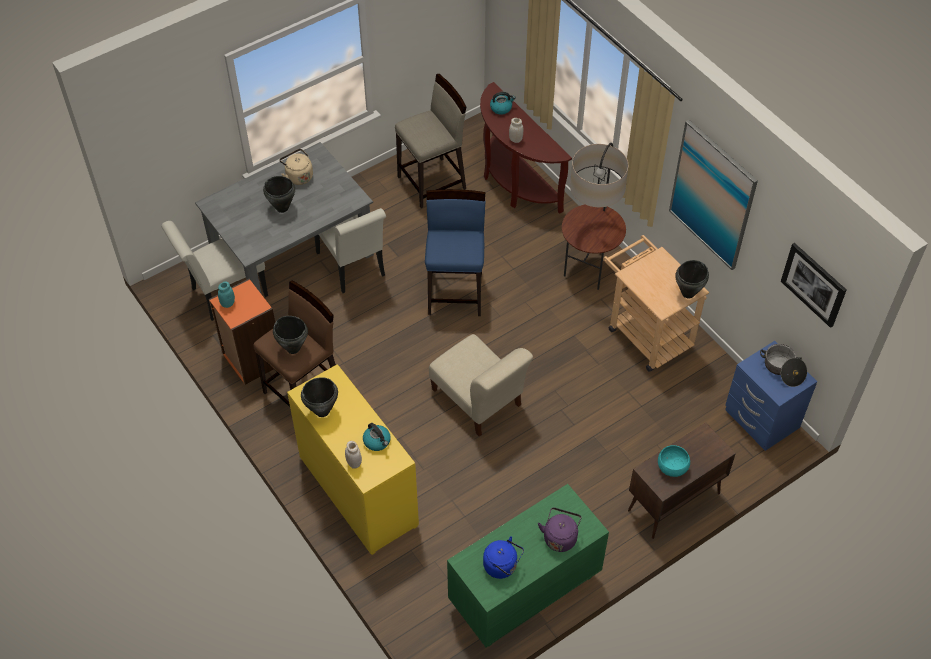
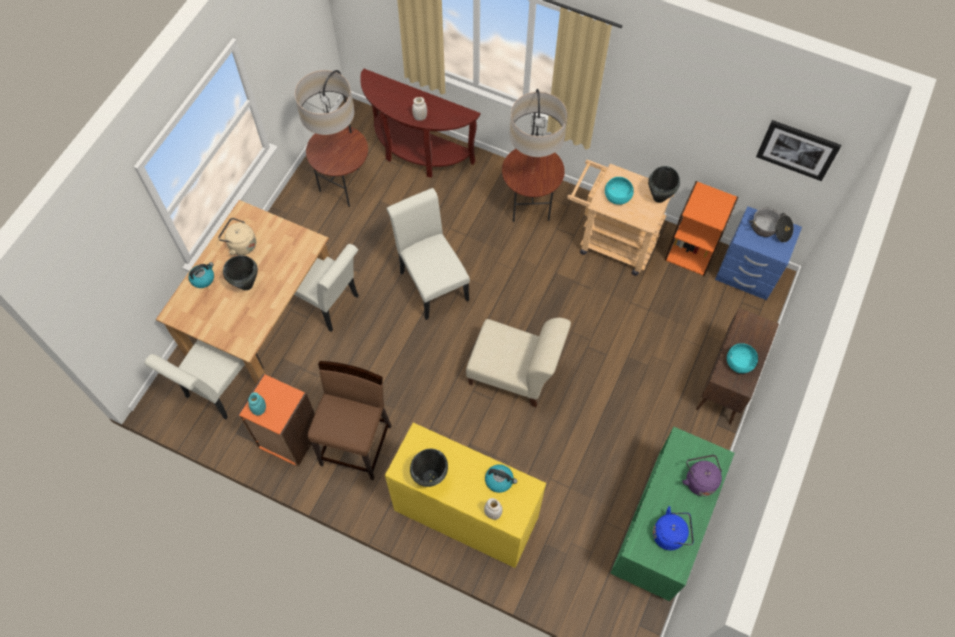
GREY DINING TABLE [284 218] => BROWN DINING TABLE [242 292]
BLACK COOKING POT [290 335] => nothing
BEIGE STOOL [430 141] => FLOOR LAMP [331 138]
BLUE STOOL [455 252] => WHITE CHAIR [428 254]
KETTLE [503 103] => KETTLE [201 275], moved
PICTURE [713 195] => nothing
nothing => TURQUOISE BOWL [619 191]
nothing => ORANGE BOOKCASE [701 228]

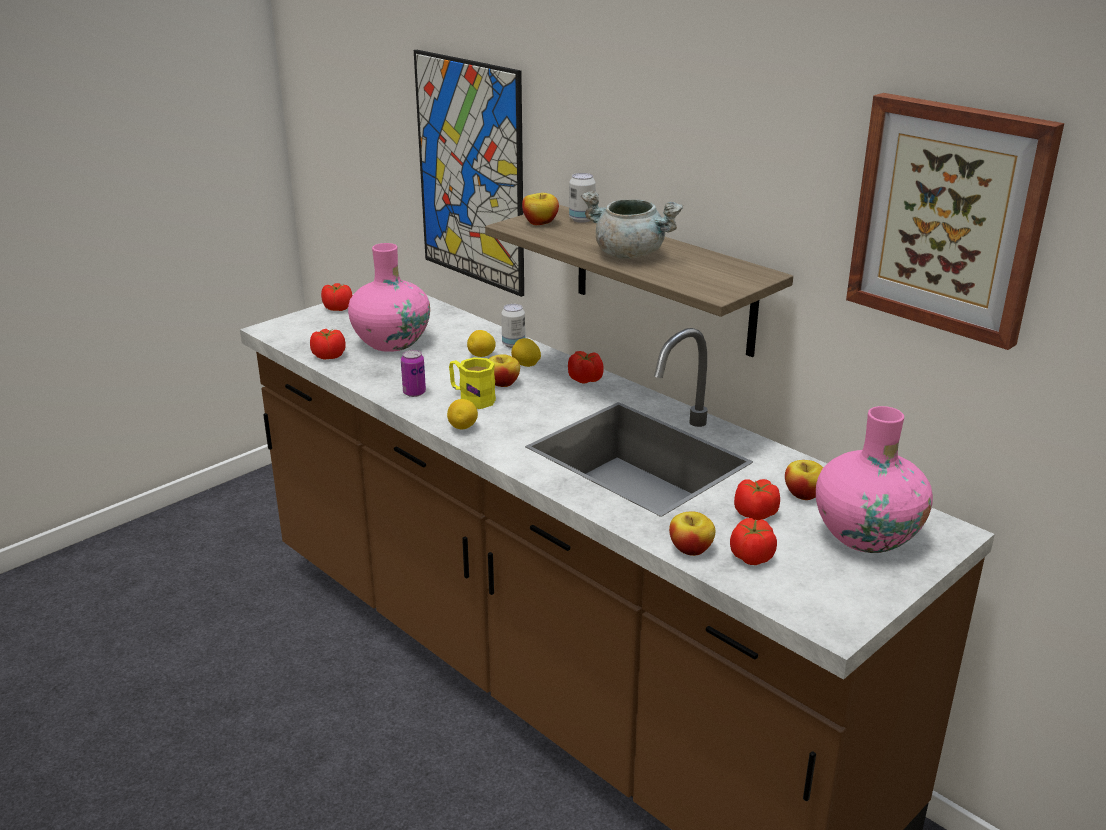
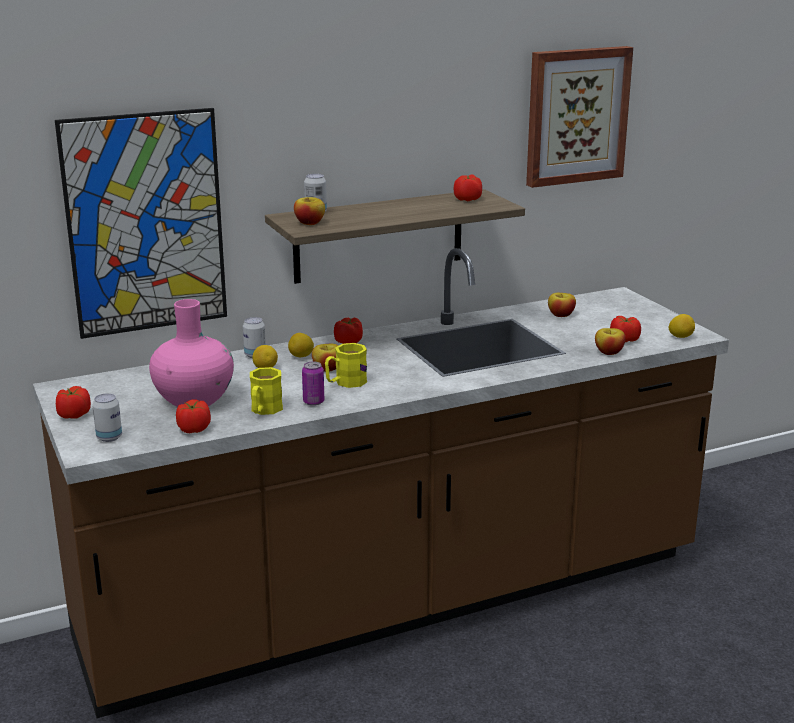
LEMON [462 414] => LEMON [681 326], moved
GREY COOKING POT [632 225] => nothing
TOMATO [757 499] => TOMATO [468 188], moved
PINK VASE [874 479] => nothing
nothing => CAN [107 417]
nothing => YELLOW MUG [266 391]

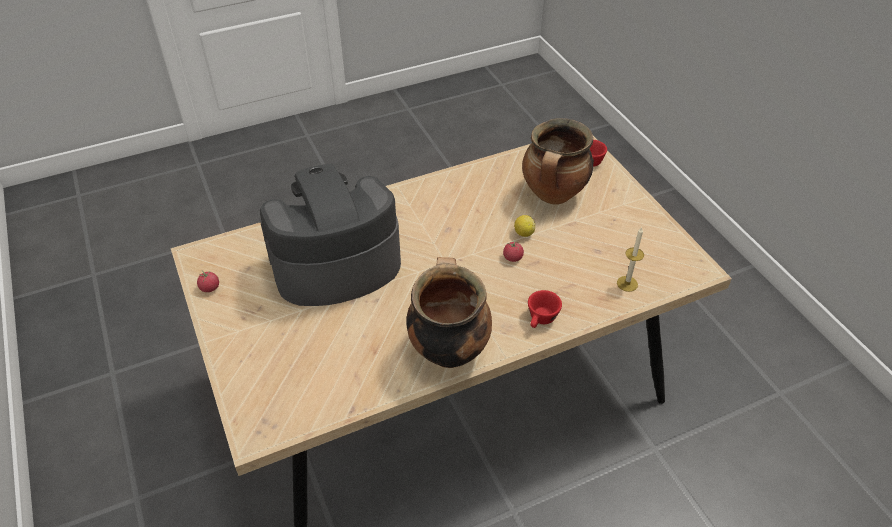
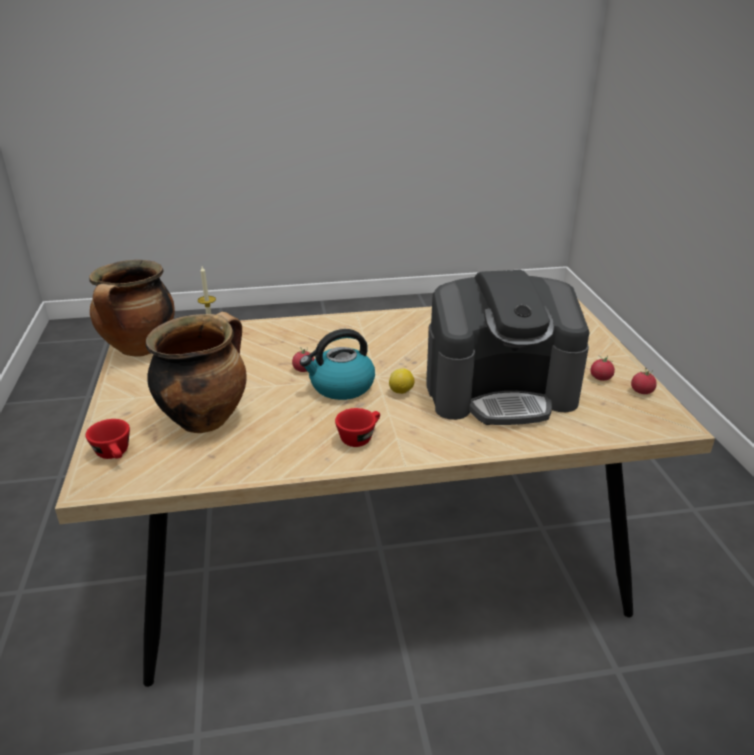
COOKING POT [449 312] => COOKING POT [132 308], moved
LEMON [524 226] => LEMON [402 381], moved
RED CUP [545 309] => RED CUP [357 427], moved
nothing => KETTLE [337 364]
nothing => TOMATO [602 368]

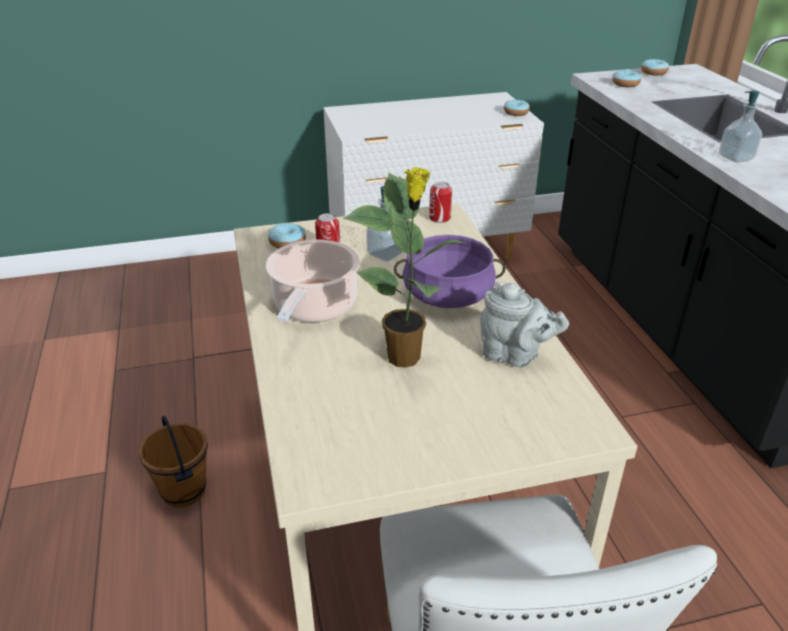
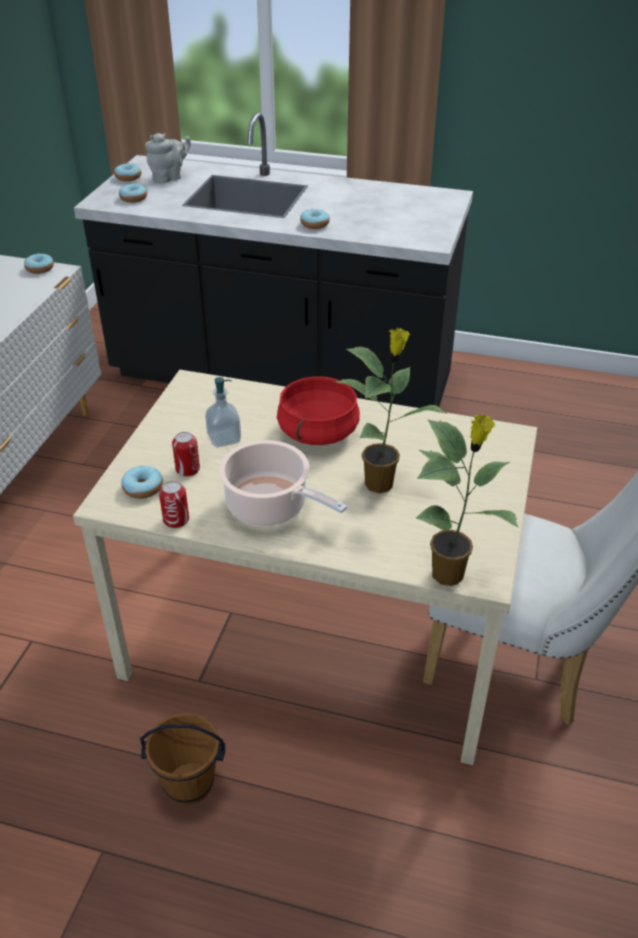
PURPLE COOKING POT [450 271] => RED COOKING POT [318 410]
CAN [440 202] => CAN [174 504], moved
GREY TEAPOT [524 324] => GREY TEAPOT [168 158], moved
SOAP DISPENSER [740 126] => DONUT [315 219]
nothing => POTTED PLANT [467 500]

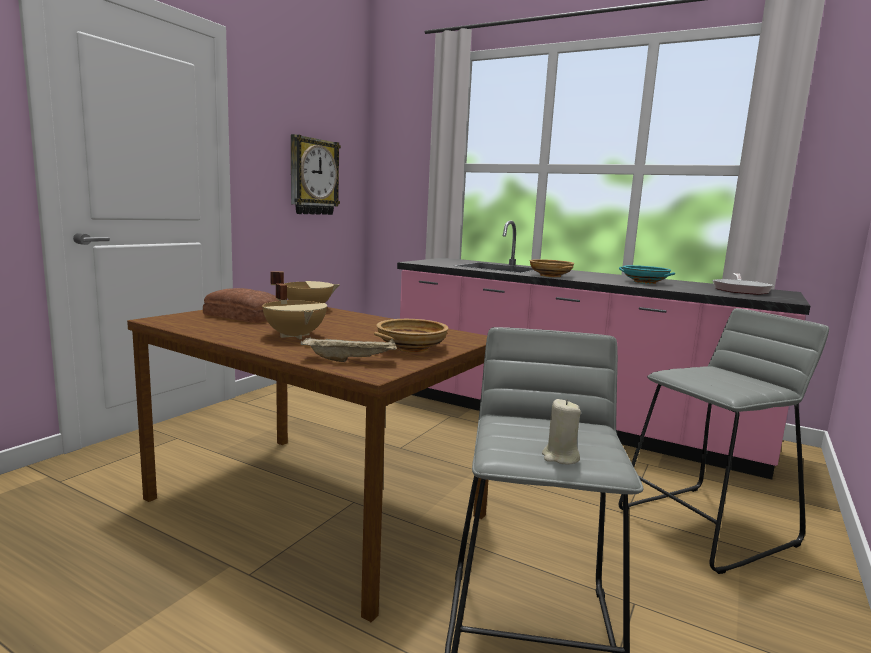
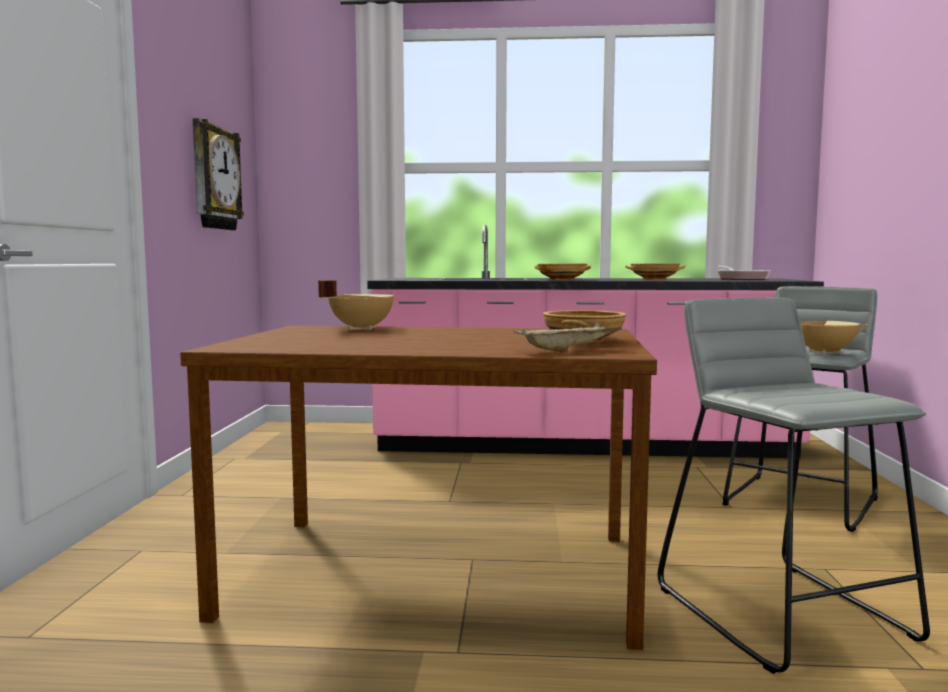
BREAD [241 305] => nothing
BEIGE COOKING POT [294 311] => BEIGE COOKING POT [832 330], moved
BEIGE CANDLE [561 431] => nothing
TURQUOISE BOWL [647 274] => BEIGE BOWL [655 271]

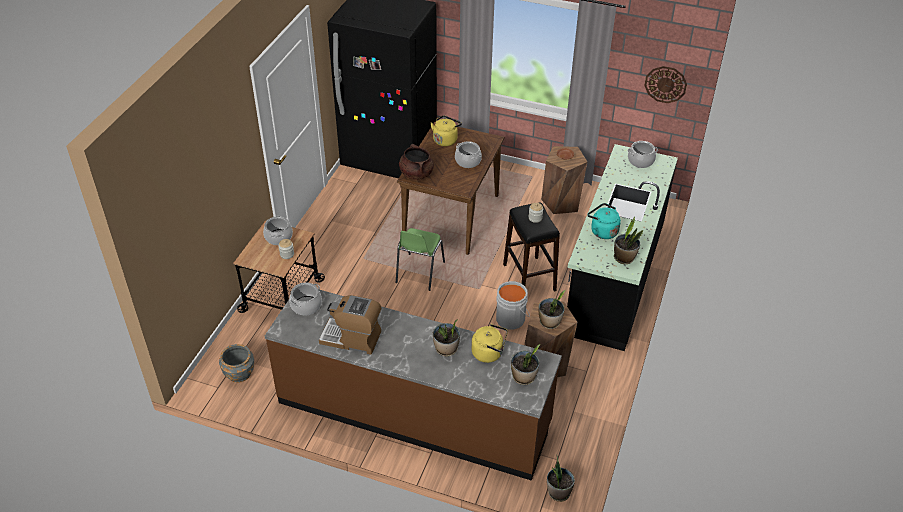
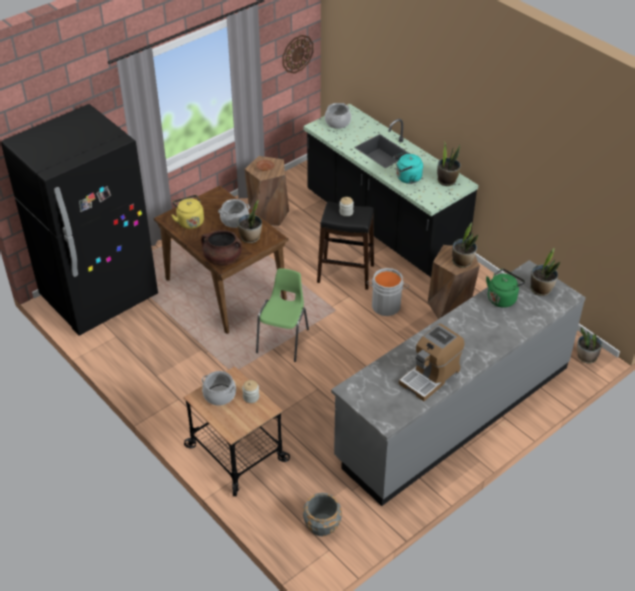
BROWN COUNTER [413 385] => GREY COUNTER [458 383]
COOKING POT [305 298] => nothing
GREEN CHAIR [420 259] => GREEN CHAIR [282 315], 120 degrees counterclockwise
POTTED PLANT [446 338] => POTTED PLANT [249 221], moved
YELLOW KETTLE [489 343] => GREEN KETTLE [505 288]

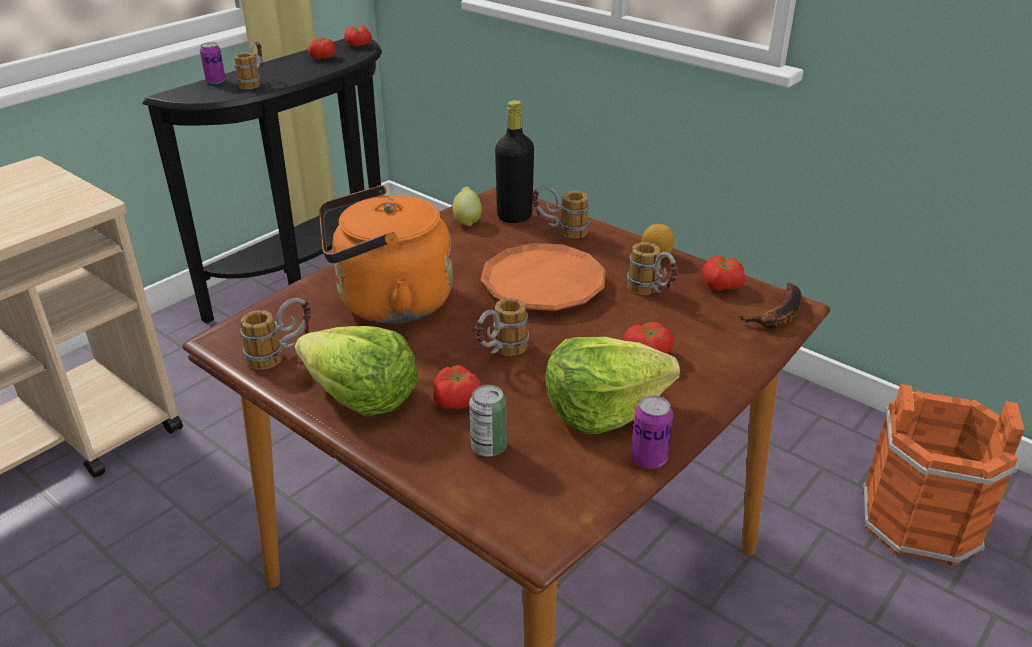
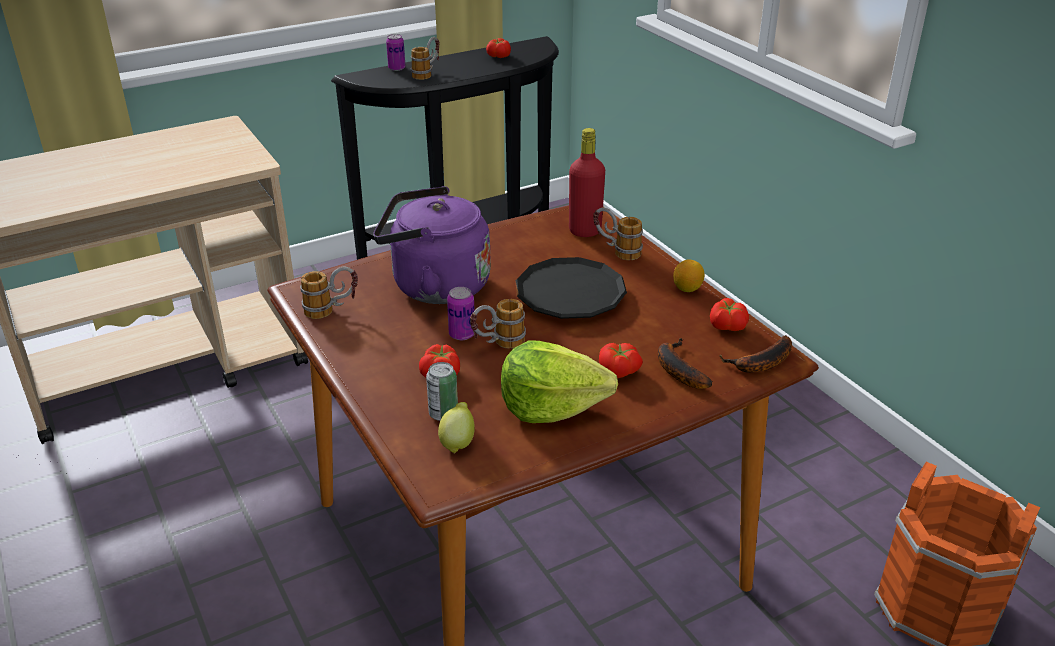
LETTUCE [356 371] => nothing
ORANGE KETTLE [386 254] => PURPLE KETTLE [432 245]
TOMATO [358 36] => nothing
LEMON [467 207] => LEMON [456 428], moved
ORANGE PLATE [543 277] => BLACK PLATE [571 288]
BLACK BOTTLE [514 161] => RED BOTTLE [587 182]
MUG [652 268] => nothing
CAN [652 432] => CAN [460 313], moved
nothing => BANANA [685 363]

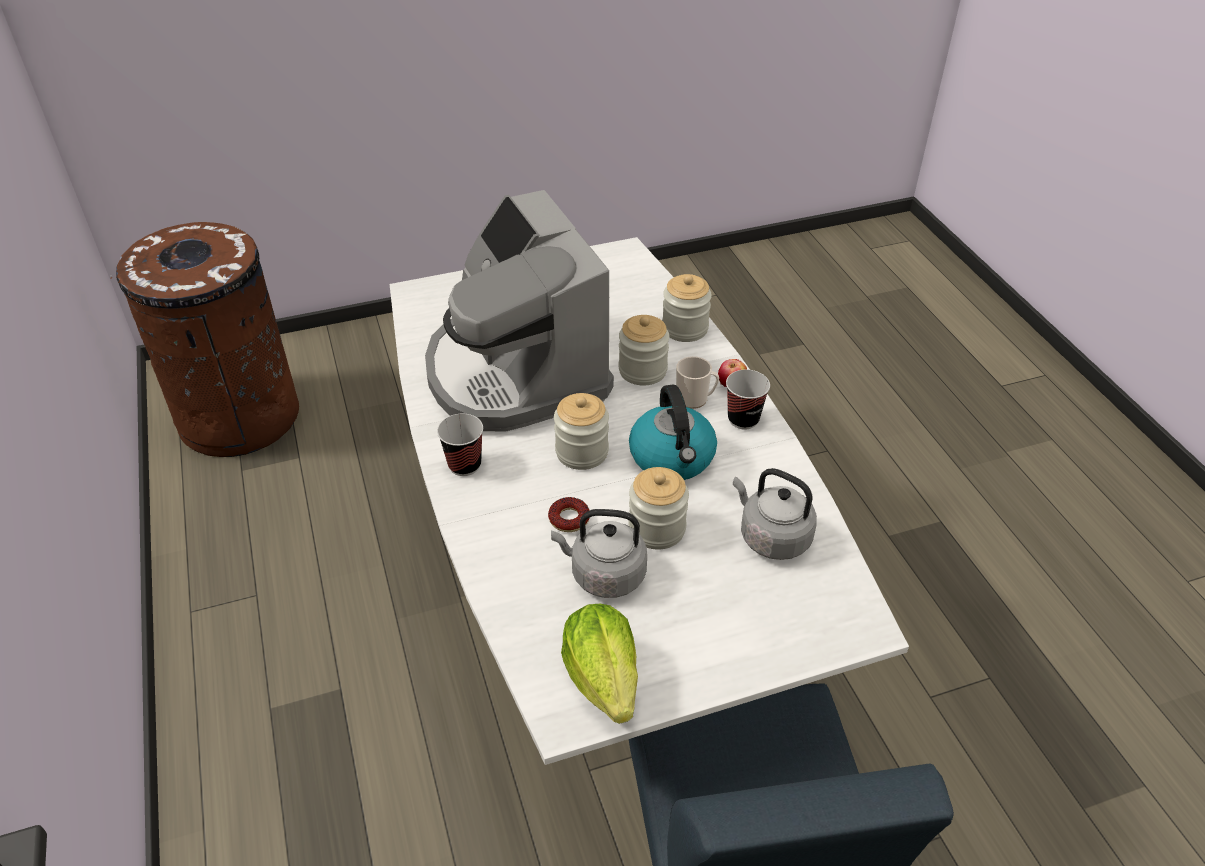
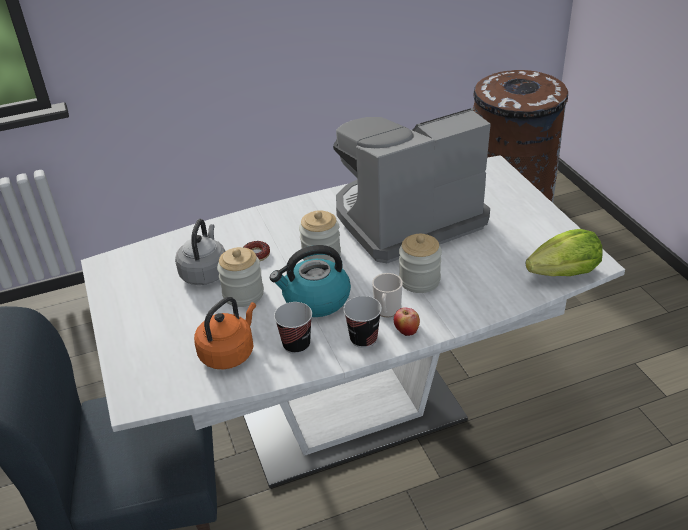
CUP [460 445] => CUP [293 328], moved
LETTUCE [599 664] => LETTUCE [564 252], moved
JAR [687 308] => nothing
GREY KETTLE [775 514] => ORANGE KETTLE [225 333]

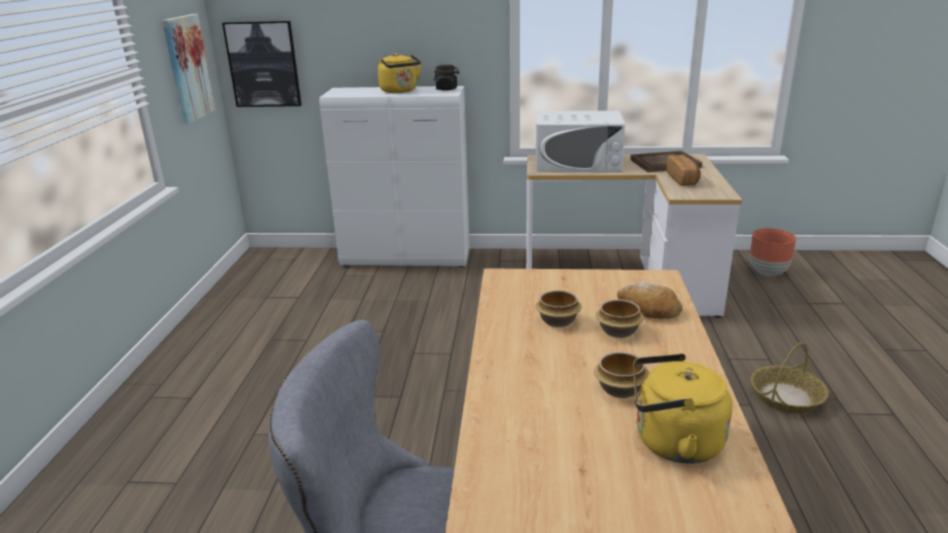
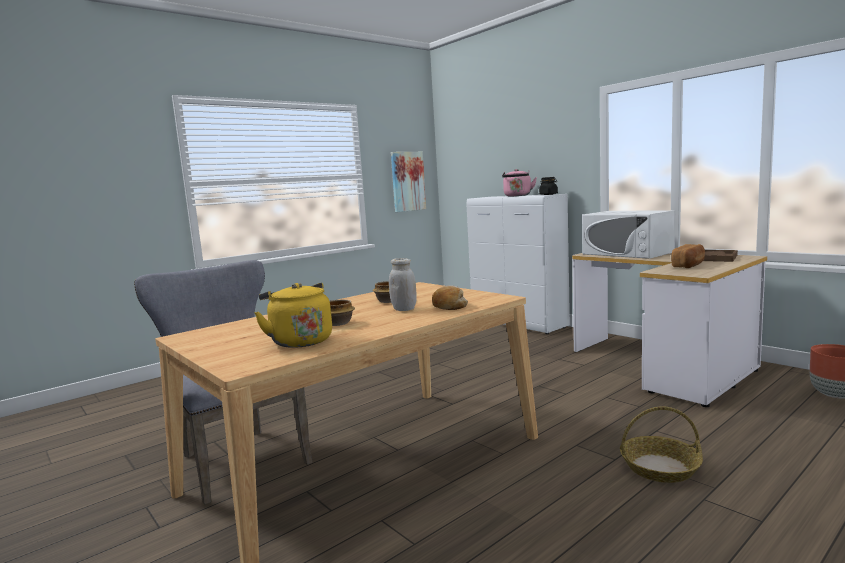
PICTURE [262 64] => nothing
YELLOW KETTLE [400 73] => PINK KETTLE [519 182]
BOWL [620 318] => WHITE JAR [403 284]

